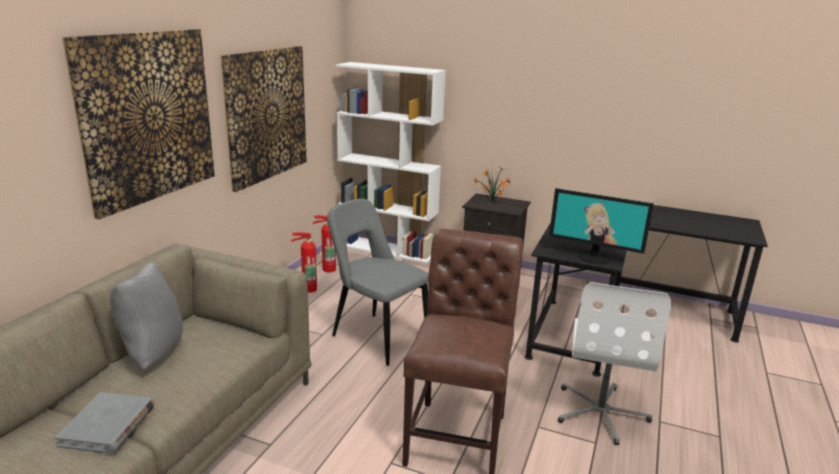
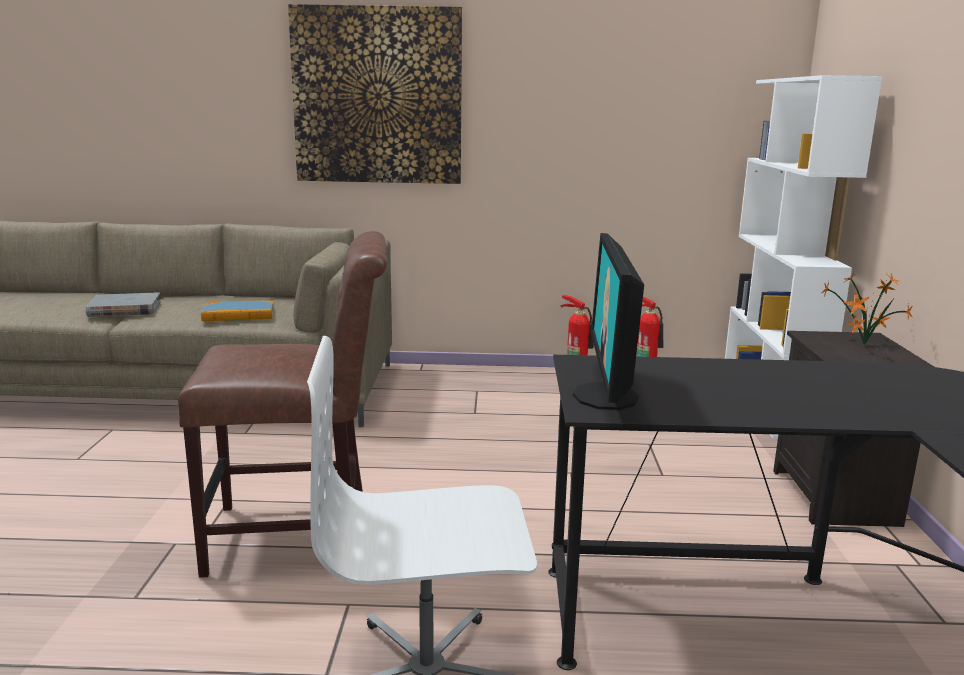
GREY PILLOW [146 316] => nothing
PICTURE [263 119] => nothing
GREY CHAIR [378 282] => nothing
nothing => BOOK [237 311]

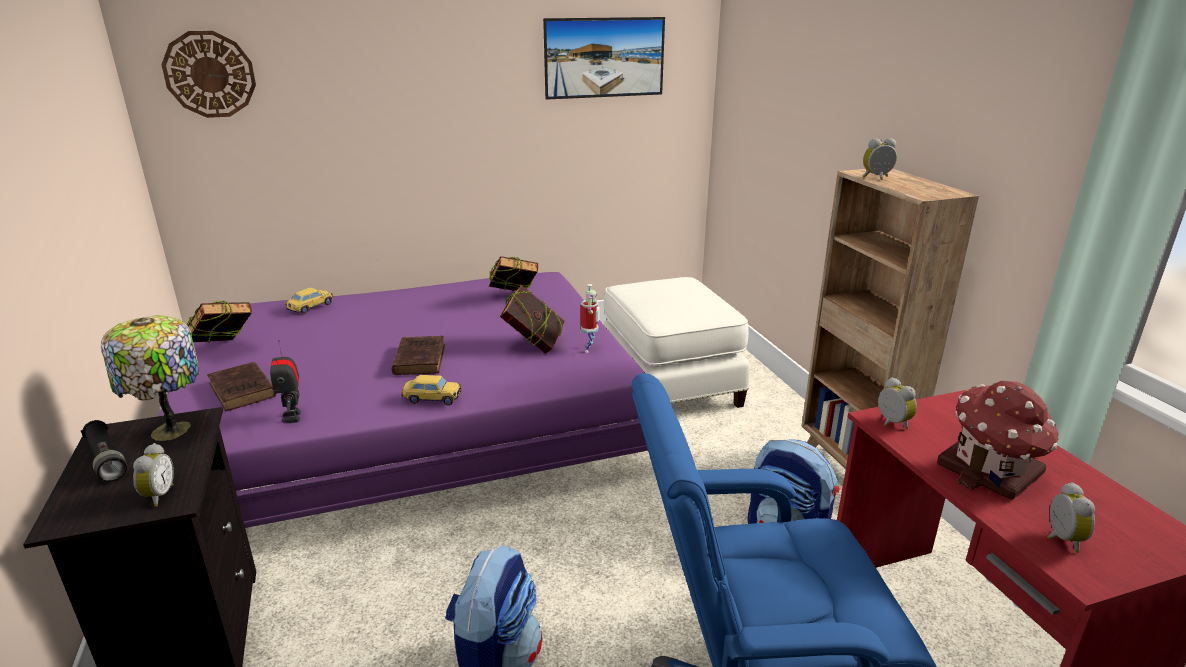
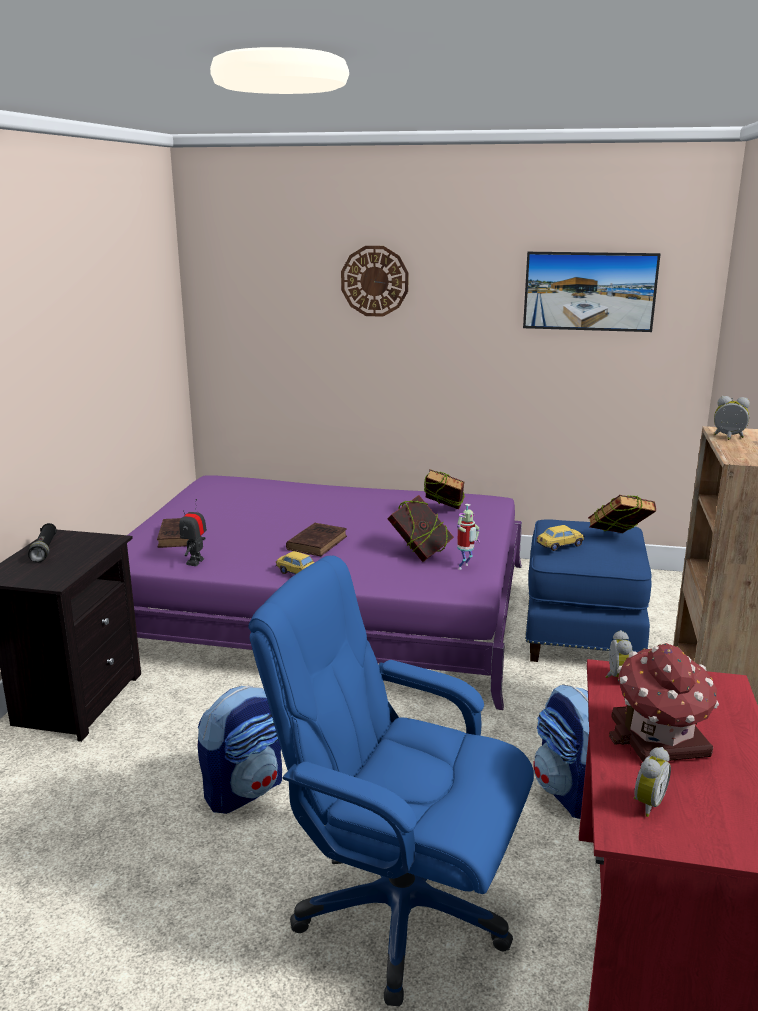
TABLE LAMP [150 378] => nothing
ALARM CLOCK [153 475] => nothing
WALL CLOCK [208 74] => WALL CLOCK [375 281], moved
BOOK [219 322] => BOOK [622 514], moved
TOY CAR [309 300] => TOY CAR [560 538], moved
WHITE OTTOMAN [676 342] => BLUE OTTOMAN [588 591]

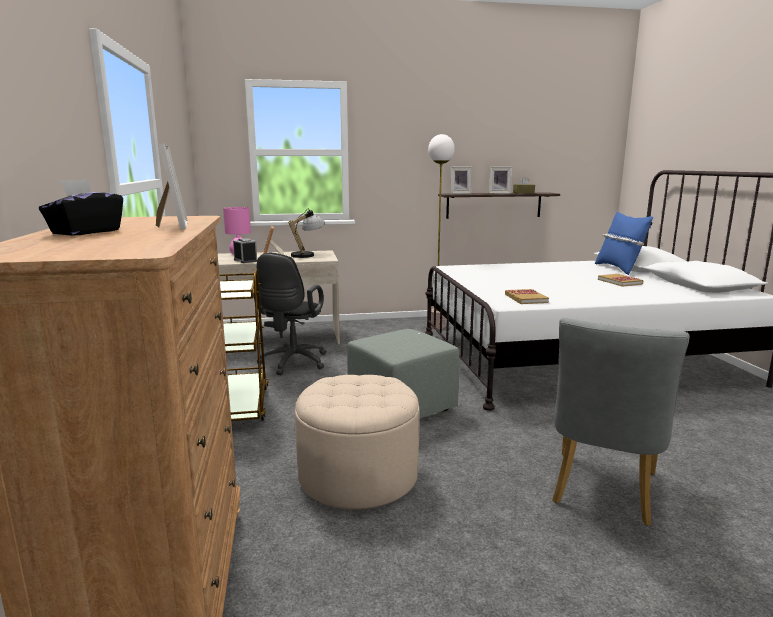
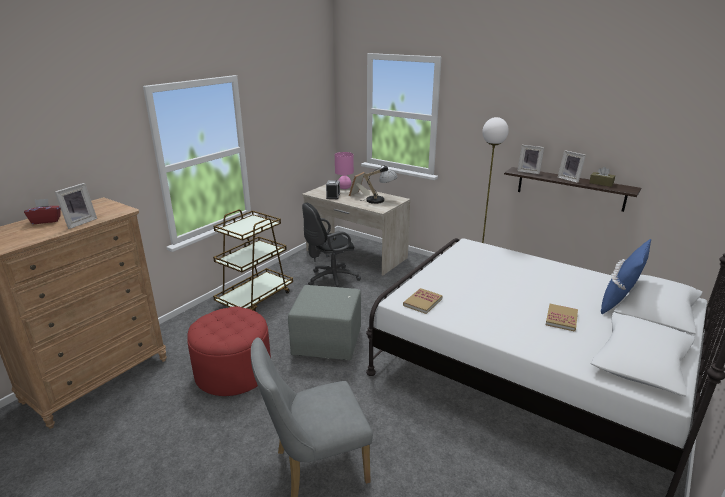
BLACK TISSUE BOX [81 207] => RED TISSUE BOX [42 211]
BEIGE OTTOMAN [357 442] => RED OTTOMAN [229 351]

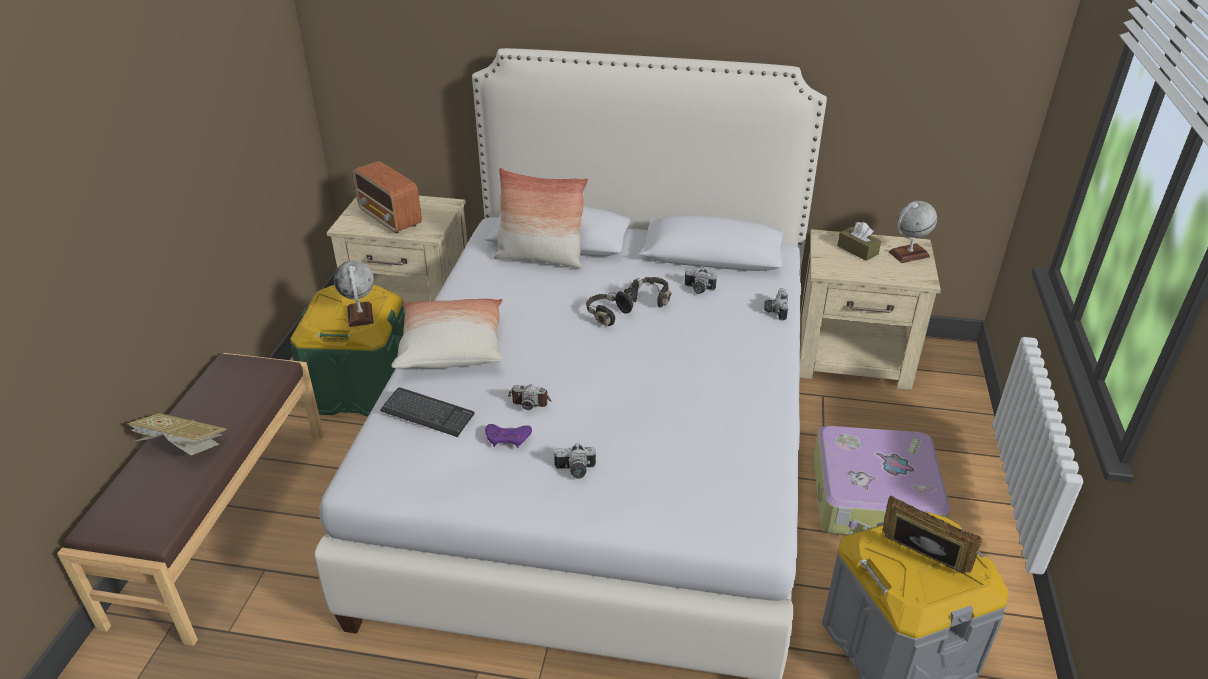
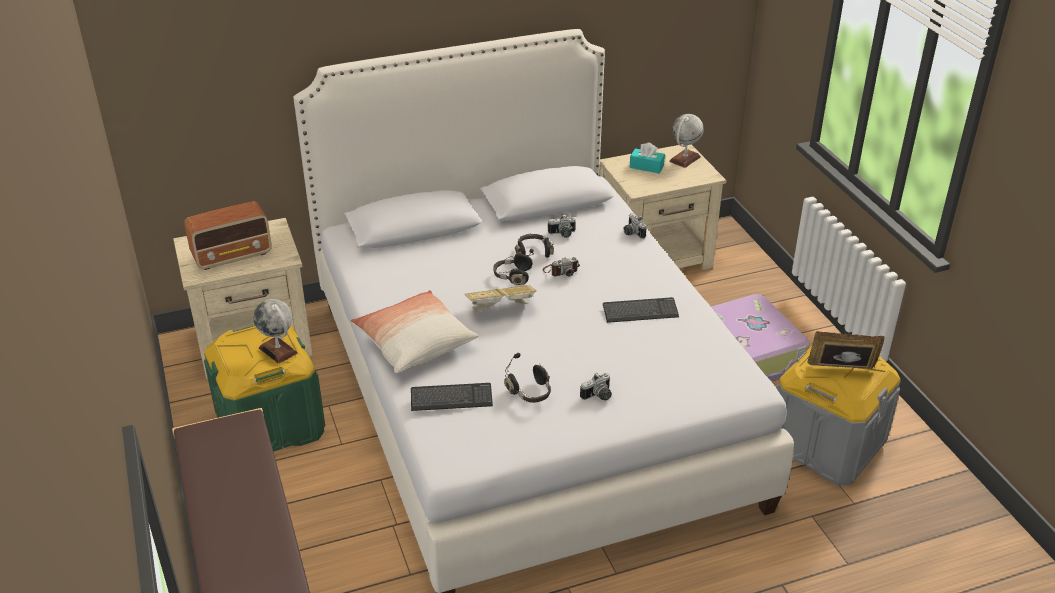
BOOK [177 434] => BOOK [501 299], moved
RADIO [387 197] => RADIO [228 235], 45 degrees counterclockwise
PURPLE GAME CONTROLLER [508 436] => BLACK HEADPHONES [527 378]
PILLOW [541 218] => nothing
PHOTO CAMERA [530 397] => PHOTO CAMERA [561 266], moved
BROWN TISSUE BOX [859 241] => TURQUOISE TISSUE BOX [647 157]
nothing => KEYBOARD [641 310]

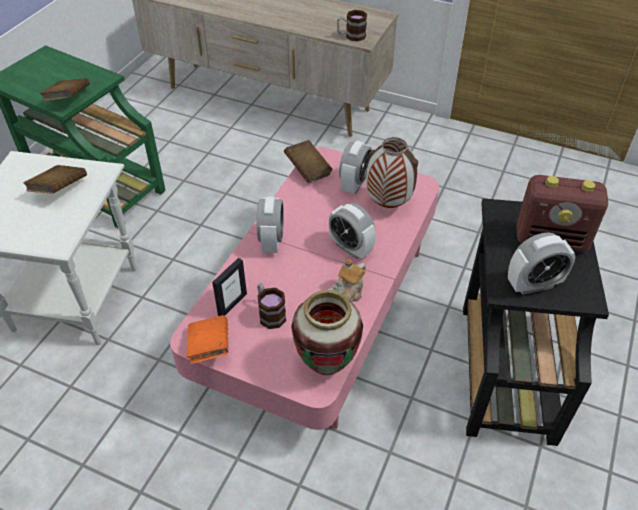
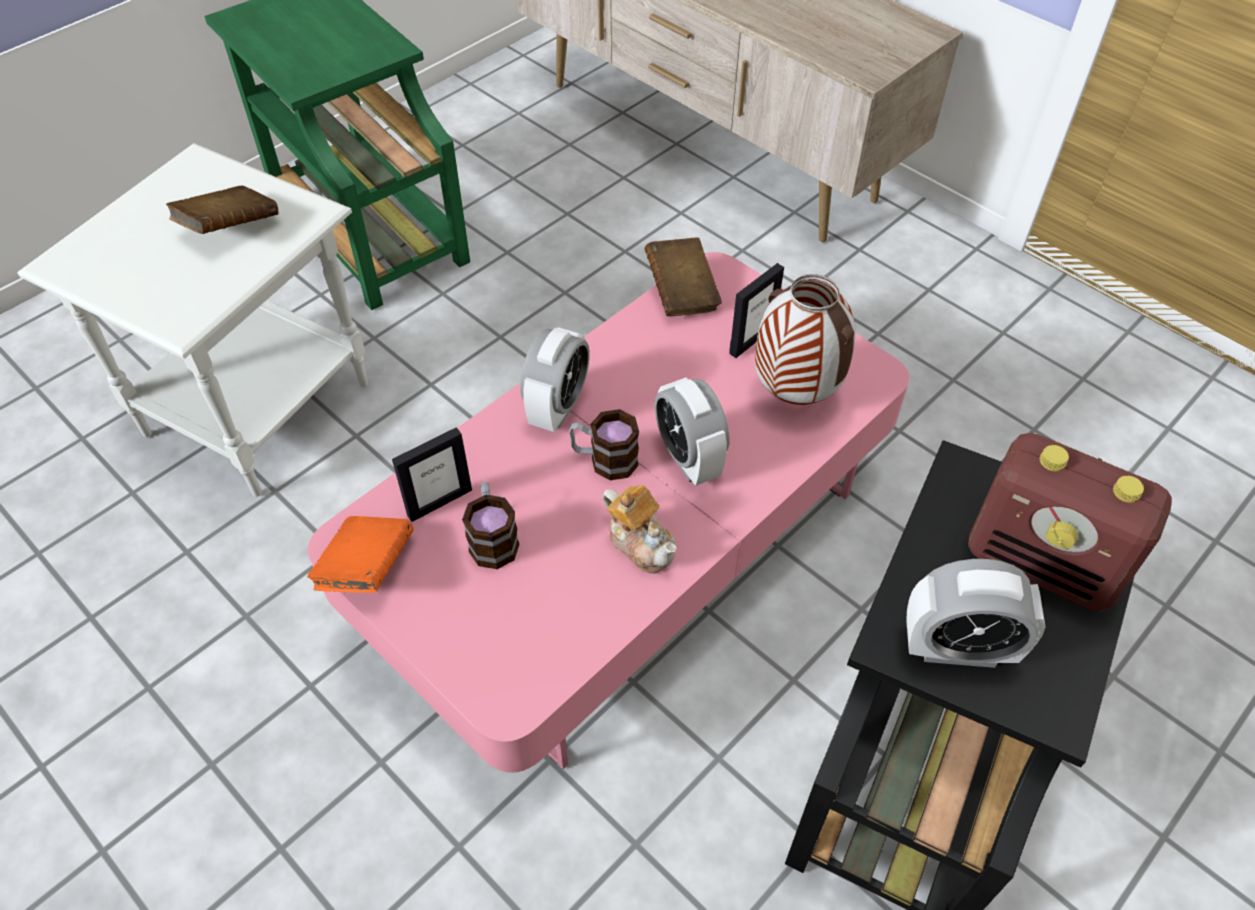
BROWN BOOK [65 89] => nothing
VASE [327 332] => nothing
TEAPOT [347 280] => TEAPOT [639 529], 105 degrees counterclockwise
MUG [352 25] => MUG [604 445], moved
ALARM CLOCK [355 167] => PICTURE FRAME [756 310]

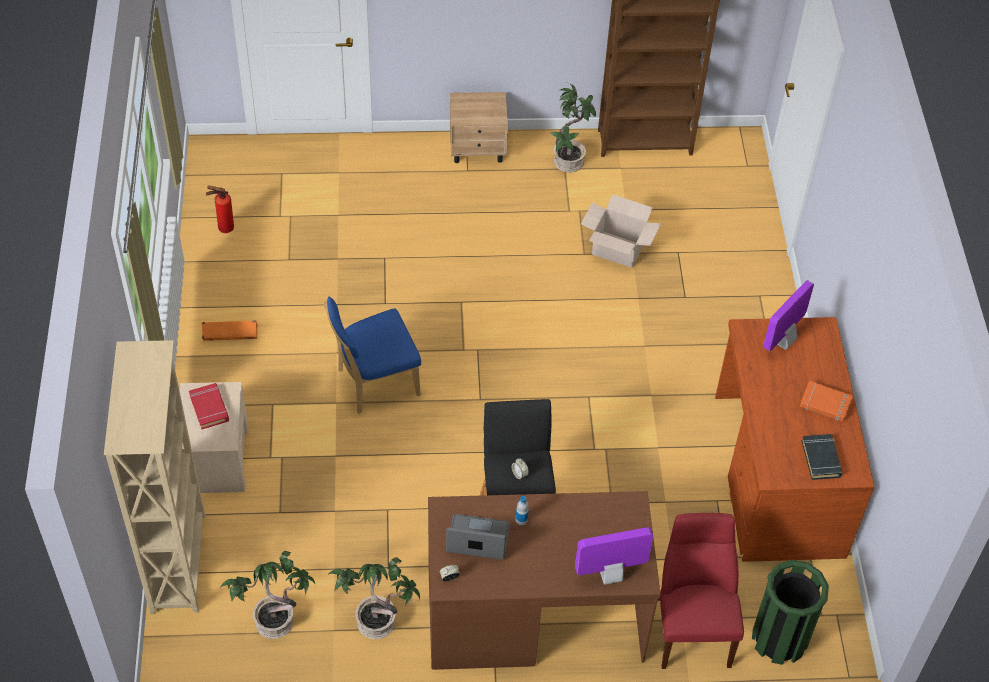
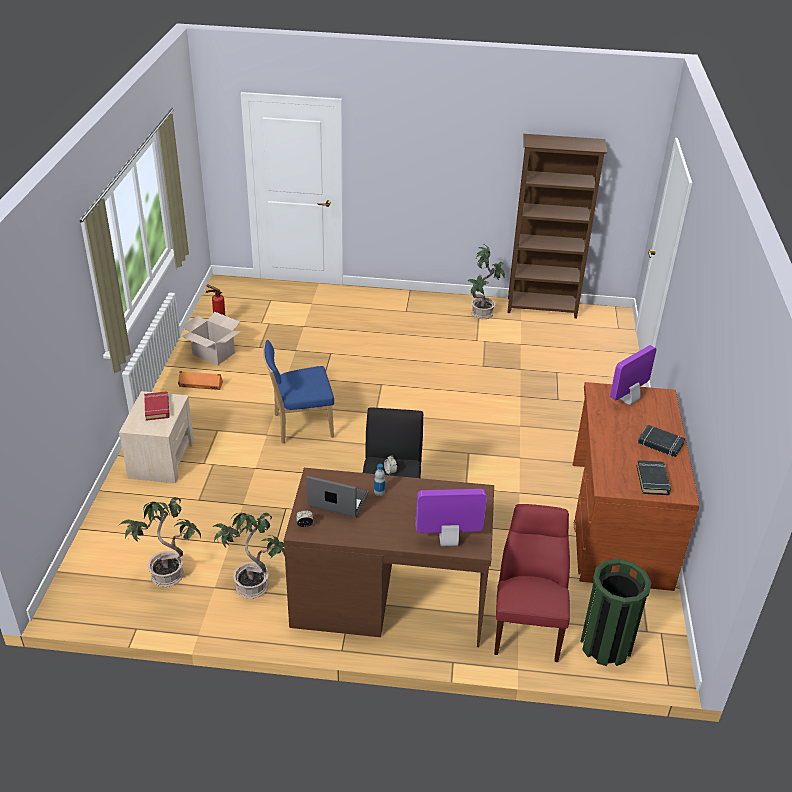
BEIGE BOOKCASE [154 477] => nothing
BEIGE NIGHTSTAND [479 127] => nothing
CARDBOARD BOX [621 231] => CARDBOARD BOX [211 338], moved
ORANGE BOOK [826 401] => BLACK BOOK [661 441]

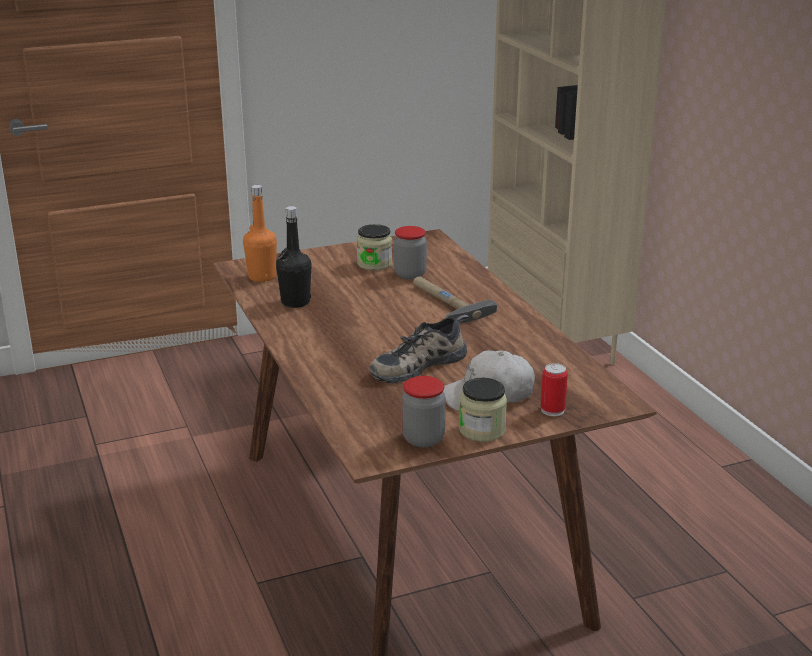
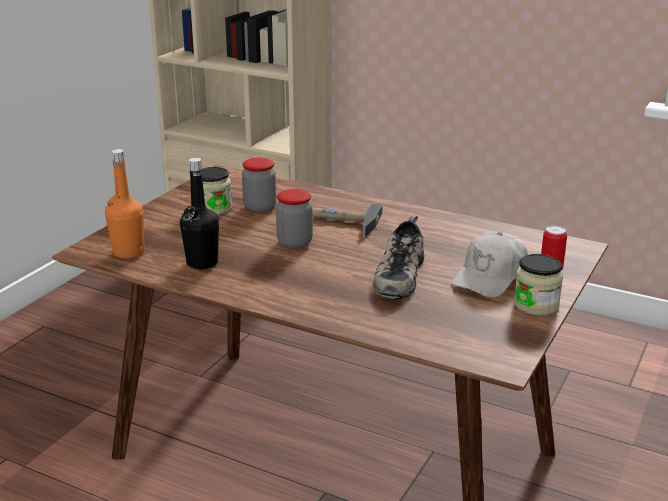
JAR [424 411] => JAR [294 218], moved

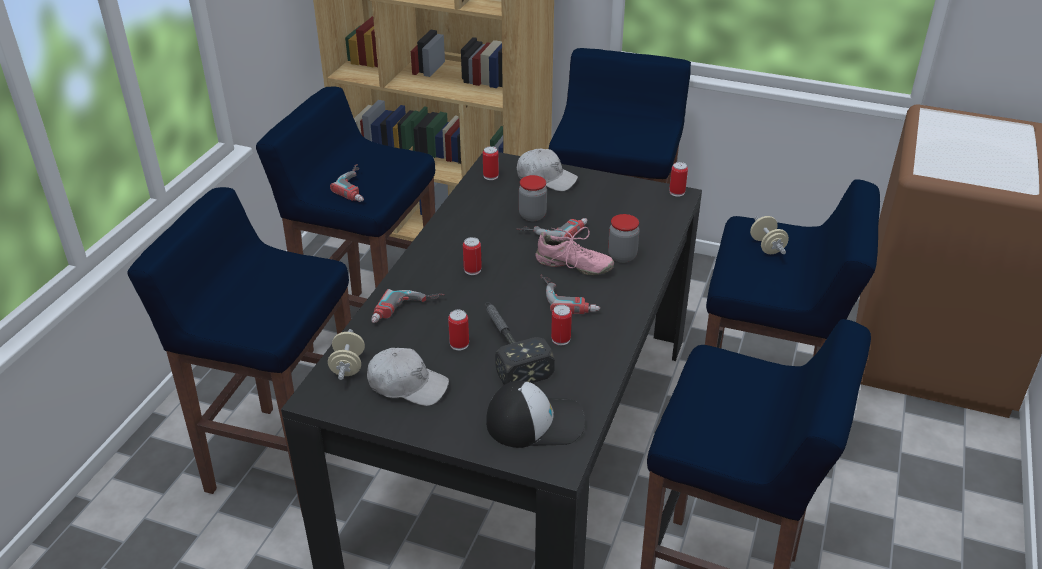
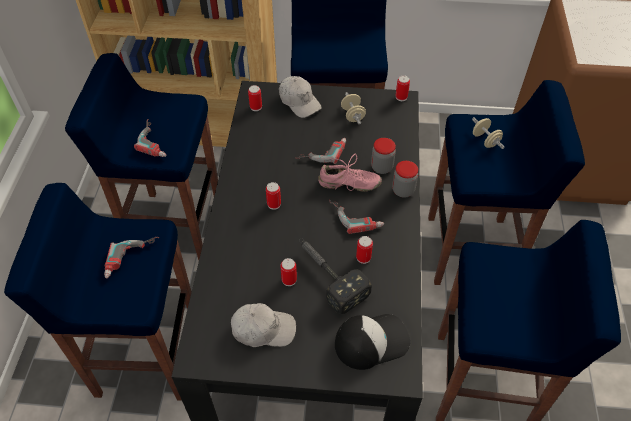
BEIGE DUMBBELL [346 354] => BEIGE DUMBBELL [353 108], moved
POWER DRILL [408 306] => POWER DRILL [131 258], moved
WHITE CAP [547 170] => WHITE CAP [300 97], 45 degrees clockwise
JAR [533 198] => JAR [405 179], moved

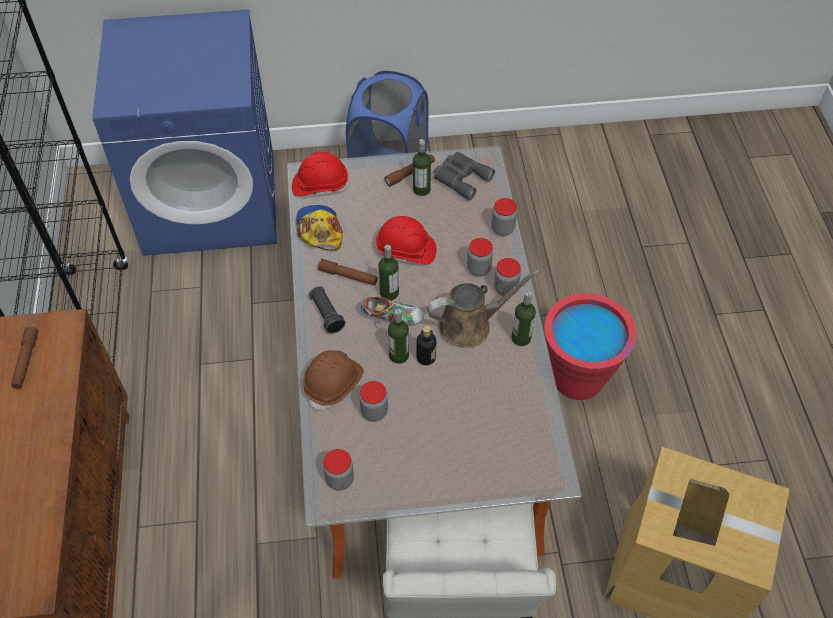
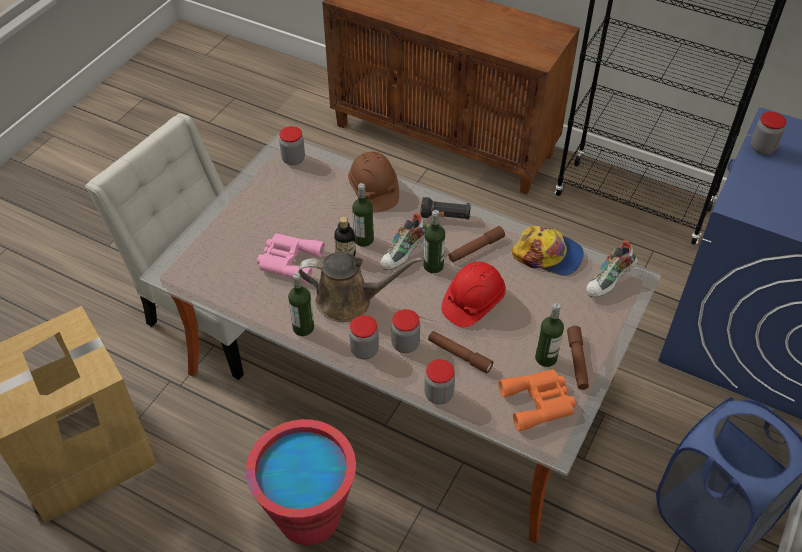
BROWN FLASHLIGHT [24 358] => BROWN FLASHLIGHT [460 352], moved
RED HARD HAT [321 174] => SHOE [612 269]
JAR [373 401] => JAR [768 133], moved
BROWN WATERING CAN [483 309] => BROWN WATERING CAN [360 287], 105 degrees counterclockwise
GREY BINOCULARS [464 176] => ORANGE BINOCULARS [537 400]
nothing => PINK BINOCULARS [291 258]

